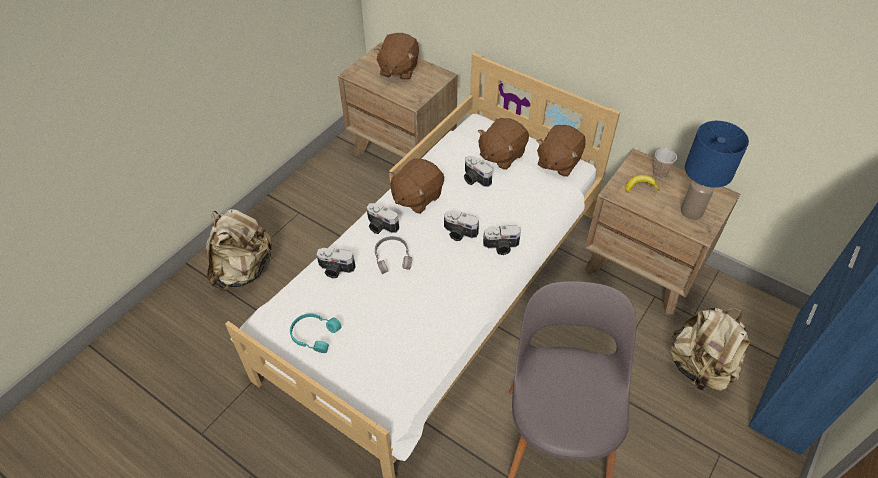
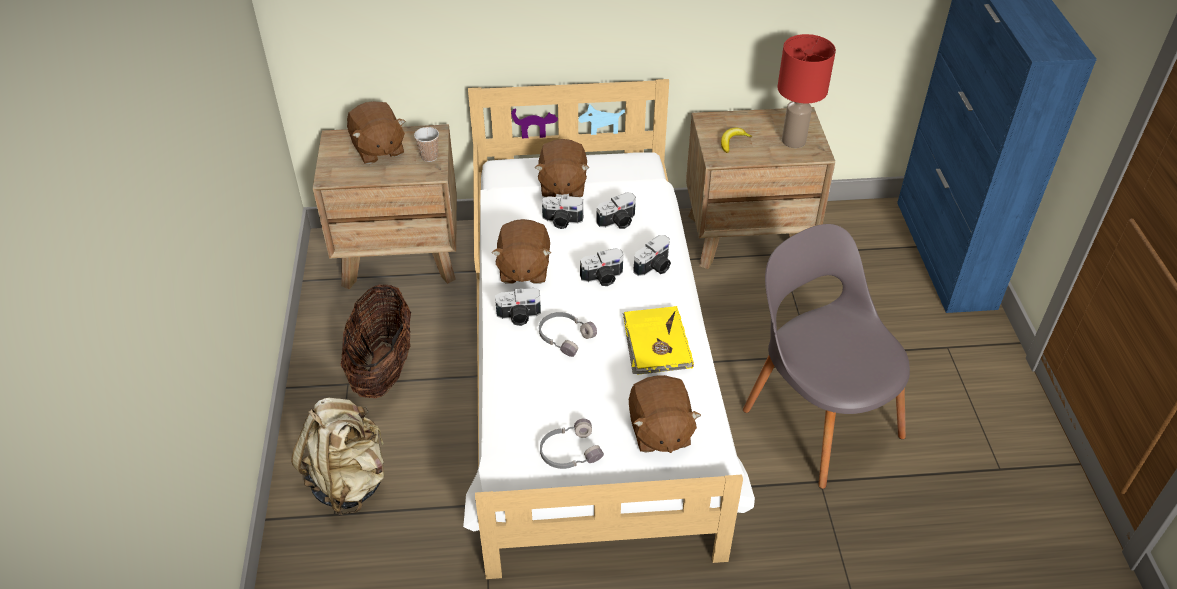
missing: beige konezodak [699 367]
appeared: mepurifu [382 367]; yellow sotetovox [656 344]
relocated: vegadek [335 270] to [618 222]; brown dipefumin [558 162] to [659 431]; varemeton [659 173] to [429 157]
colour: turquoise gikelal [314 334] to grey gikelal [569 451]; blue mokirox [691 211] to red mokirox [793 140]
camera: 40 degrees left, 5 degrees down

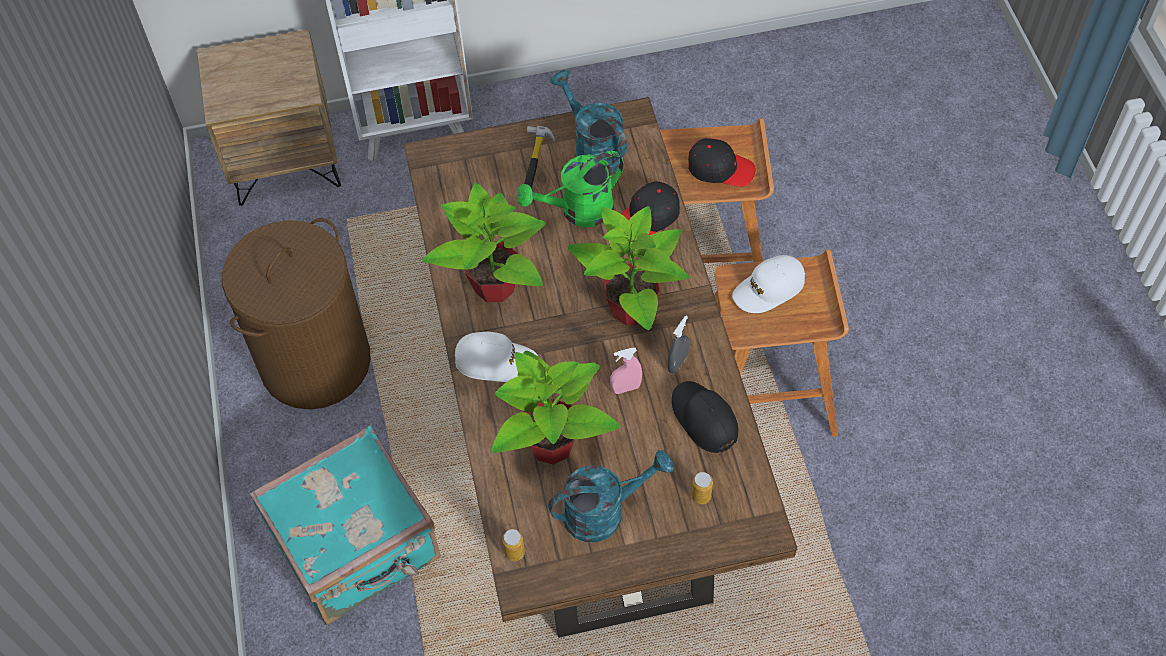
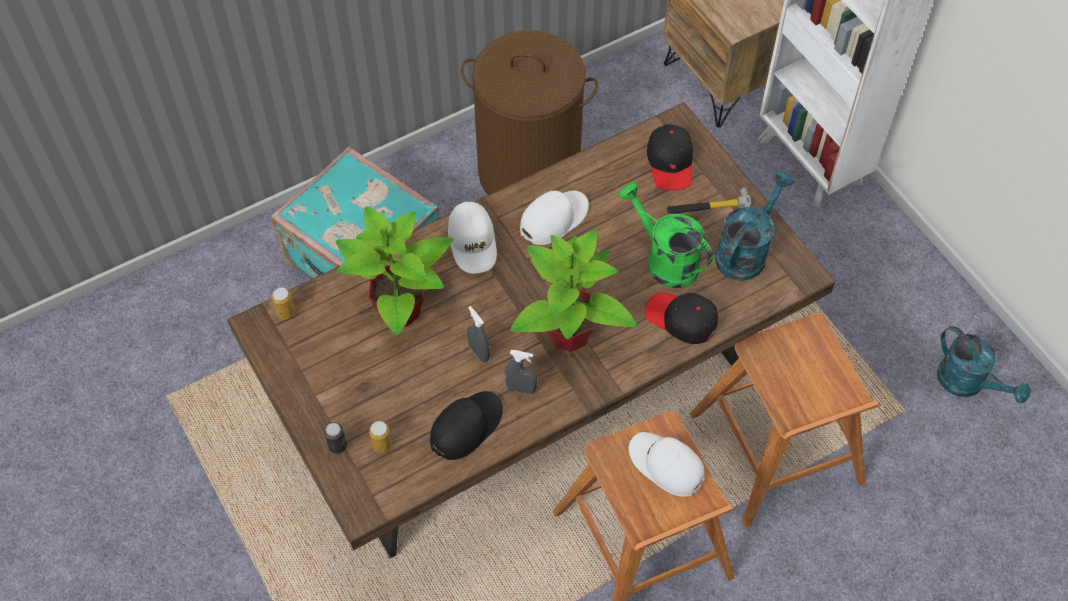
appeared: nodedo [337 446]
relocated: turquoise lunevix [604 511] to [968 383]; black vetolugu [720 168] to [670 163]
exchanged: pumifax [496 286] to white vetolugu [554 219]
colour: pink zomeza [626 388] to grey zomeza [479 352]
camera: 70 degrees right, 0 degrees up

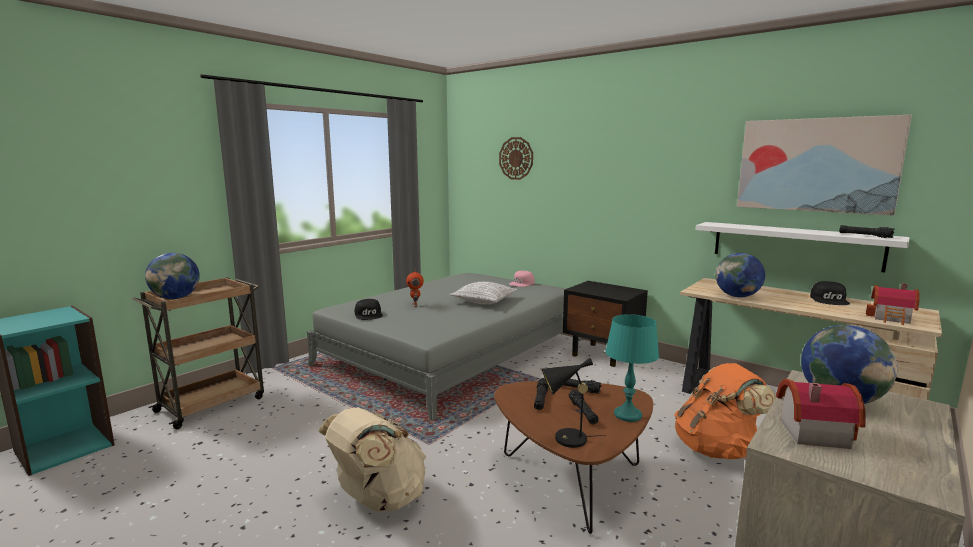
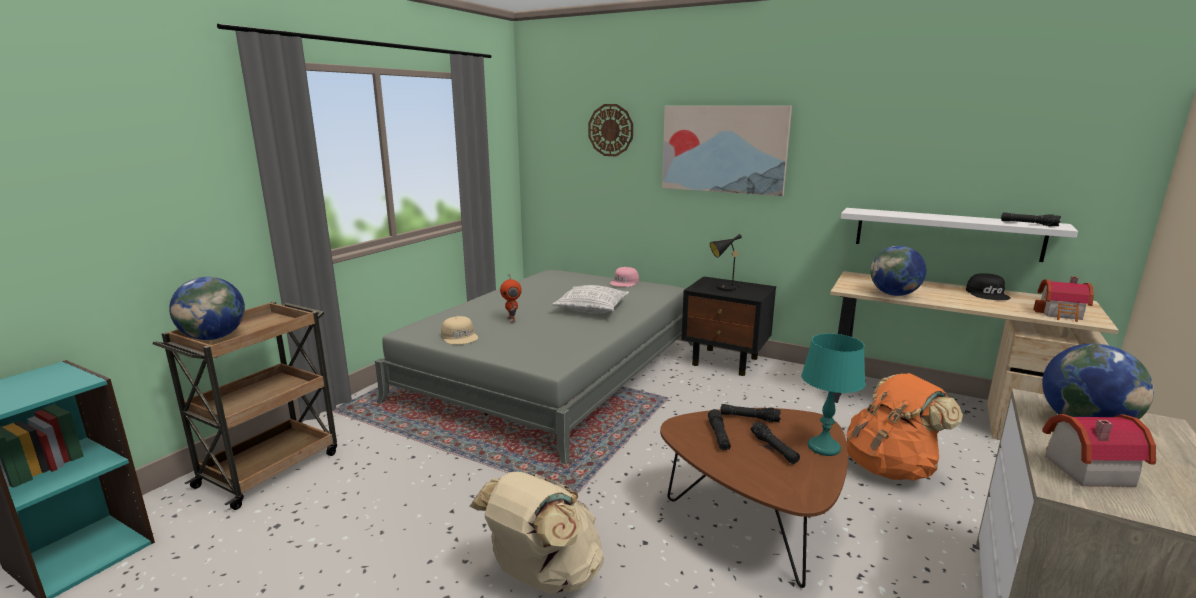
relocated: black mokirox [566 440] to [724 288]; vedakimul [816 165] to [723 149]
colour: black vetolugu [369 315] to beige vetolugu [460 336]
camera: 10 degrees left, 5 degrees up

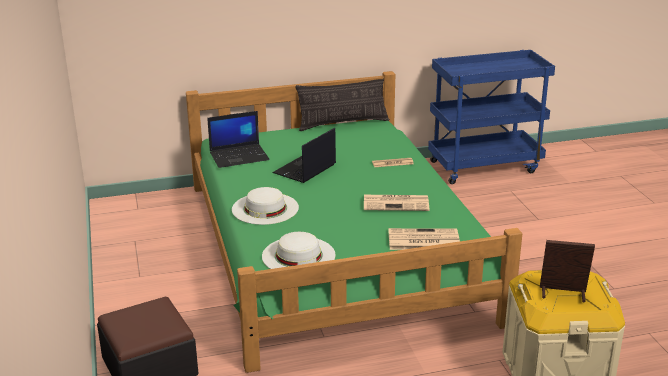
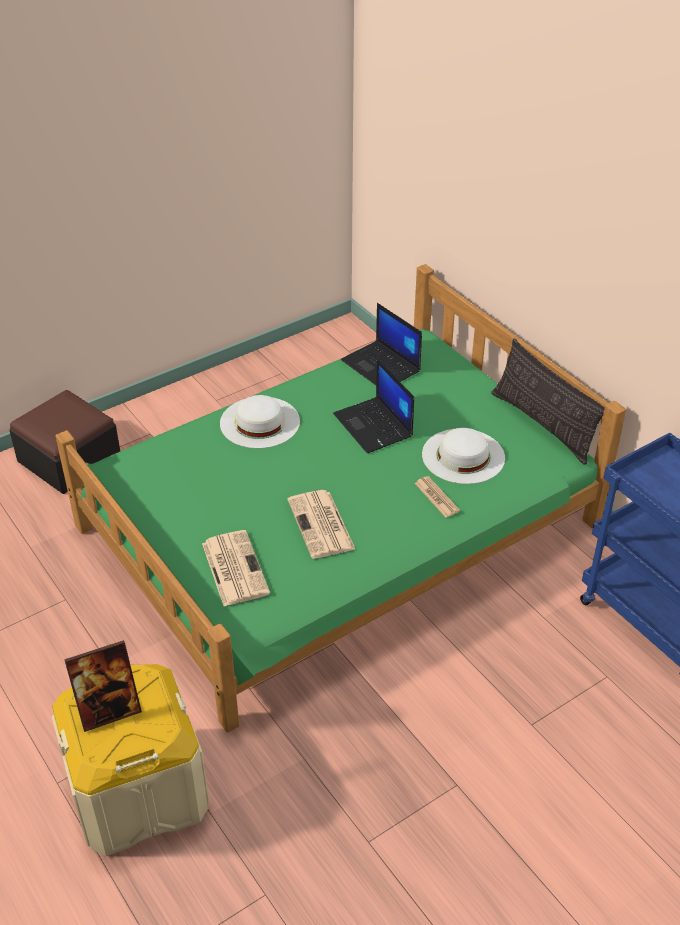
relocated: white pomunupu [298 255] to [463 456]
spun: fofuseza [304 169] = [374 426] 135 degrees counterclockwise; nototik [562 294] = [109 711] 75 degrees clockwise
camera: 70 degrees right, 15 degrees up

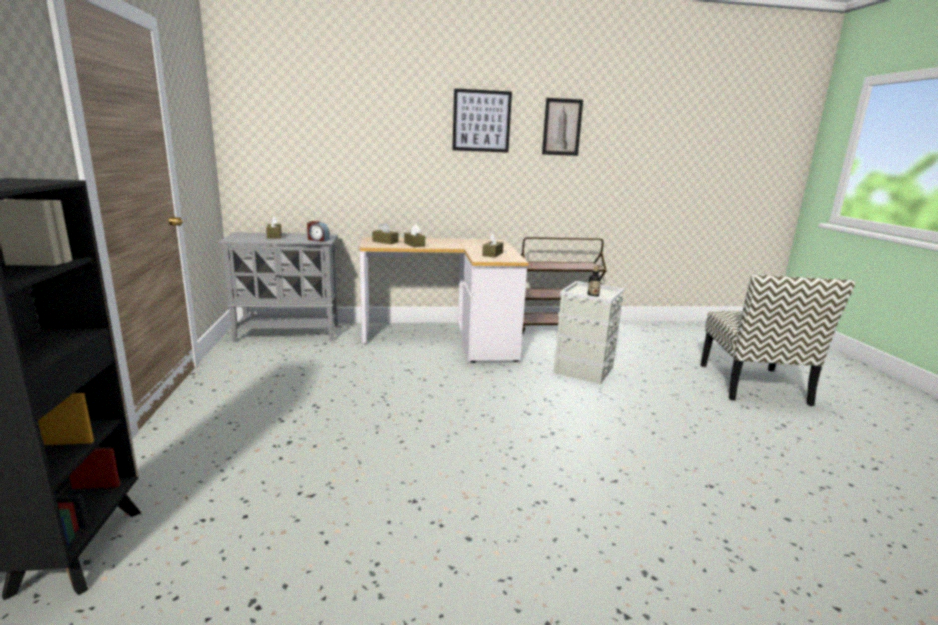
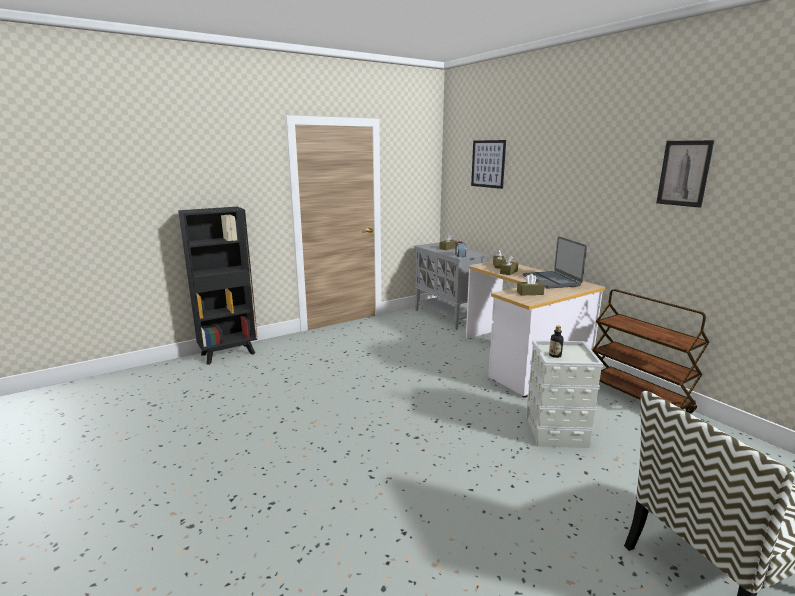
appeared: fofuseza [551 280]
relocated: vedakimul [481 121] to [488 164]
camera: 65 degrees right, 0 degrees up

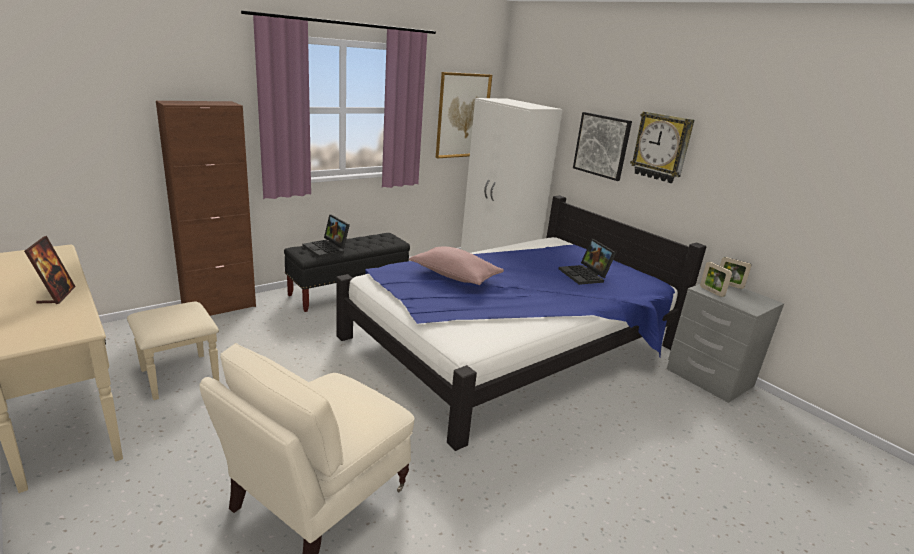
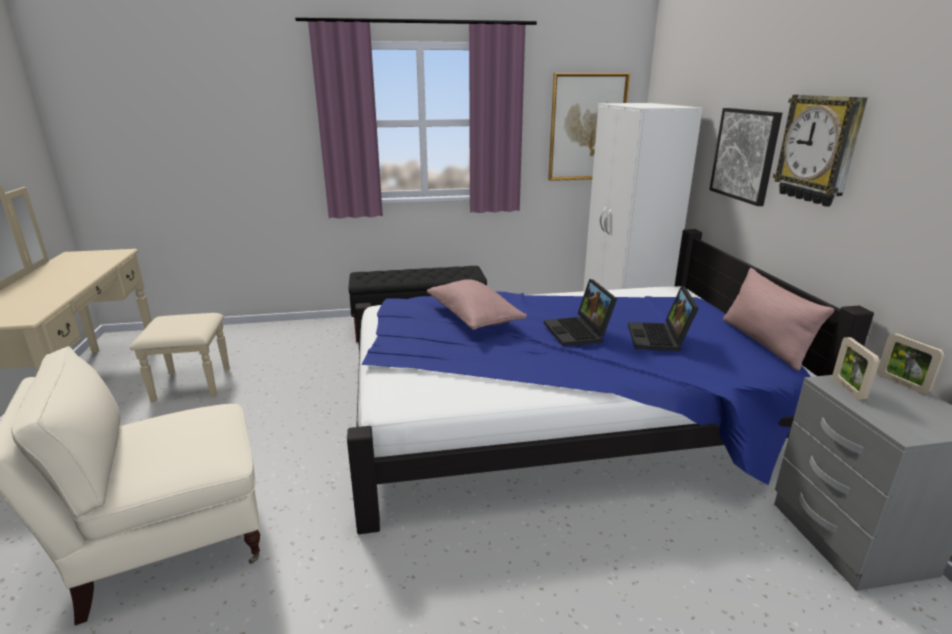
missing: nototik [56 295]; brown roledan [219 308]
appeared: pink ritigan [764 343]
relocated: fofuseza [327 249] to [579 332]
camera: 30 degrees right, 0 degrees up

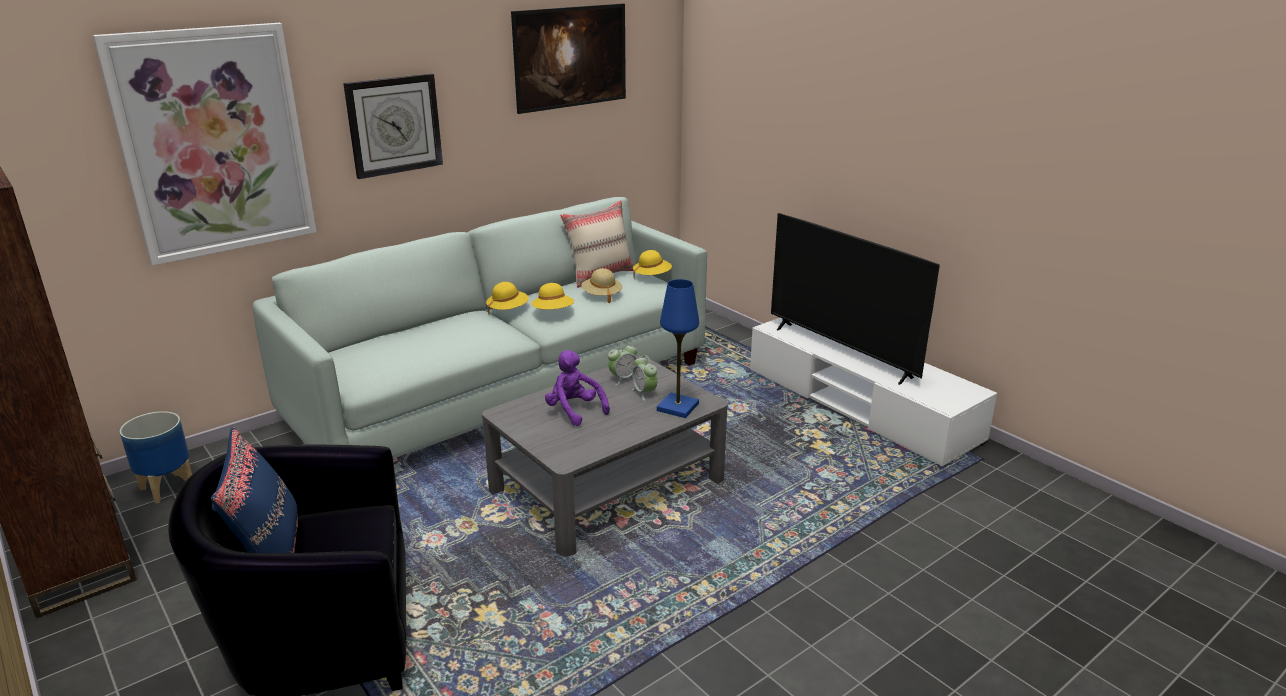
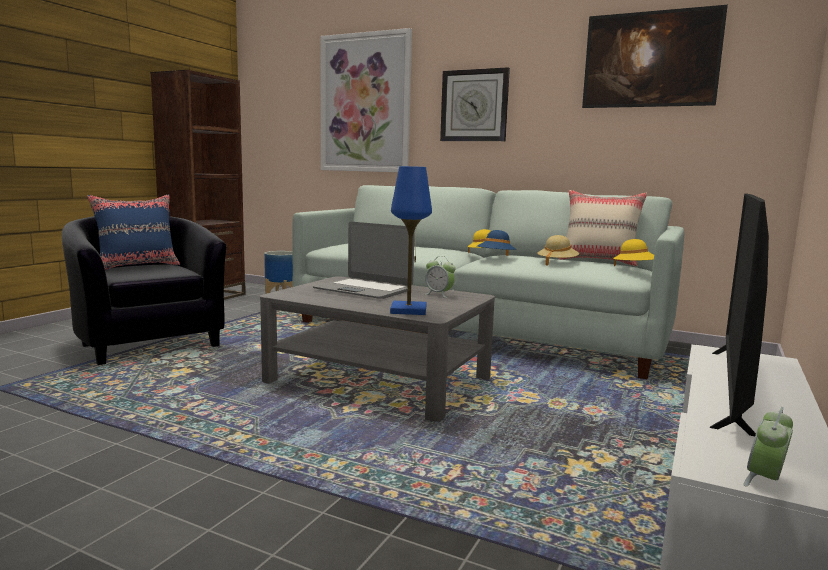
relocated: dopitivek [644 393] to [765 480]
exchanged: purple dipefumin [574 411] to fofuseza [363 290]
colour: yellow pomunupu [553 312] to blue pomunupu [495 257]
camera: 65 degrees right, 15 degrees down

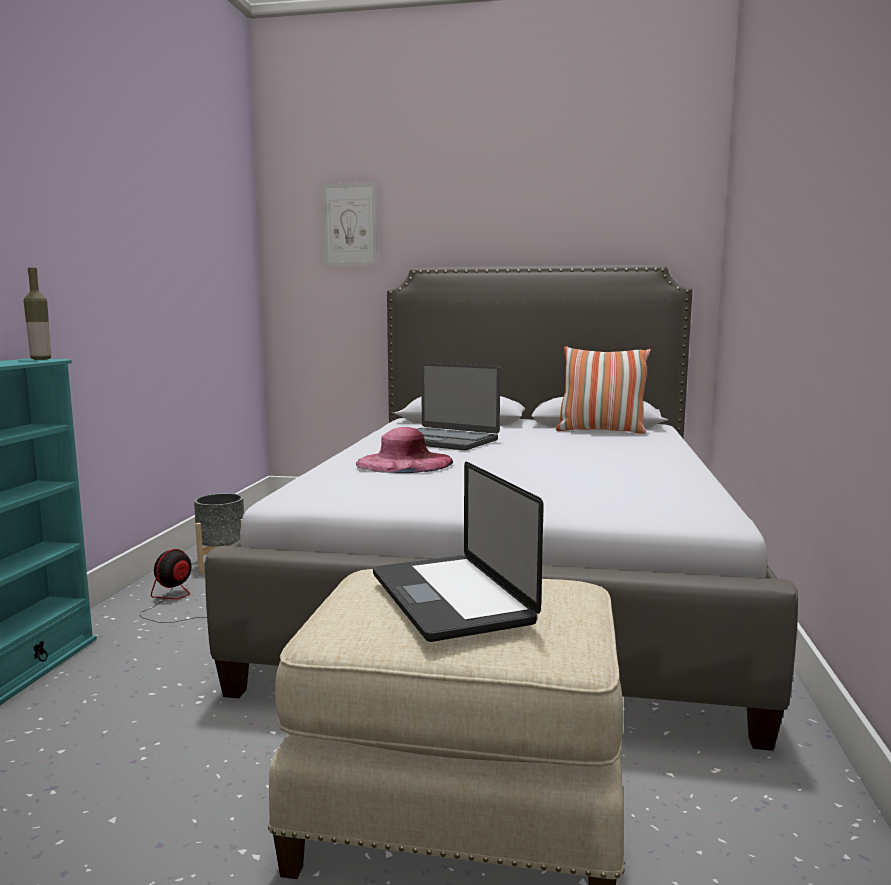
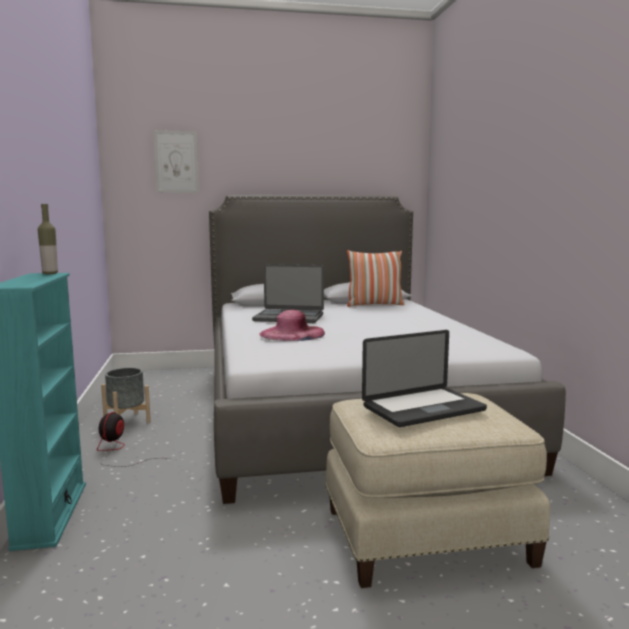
spun: fofuseza [449 598] = [423 408] 75 degrees counterclockwise
camera: 20 degrees left, 0 degrees up

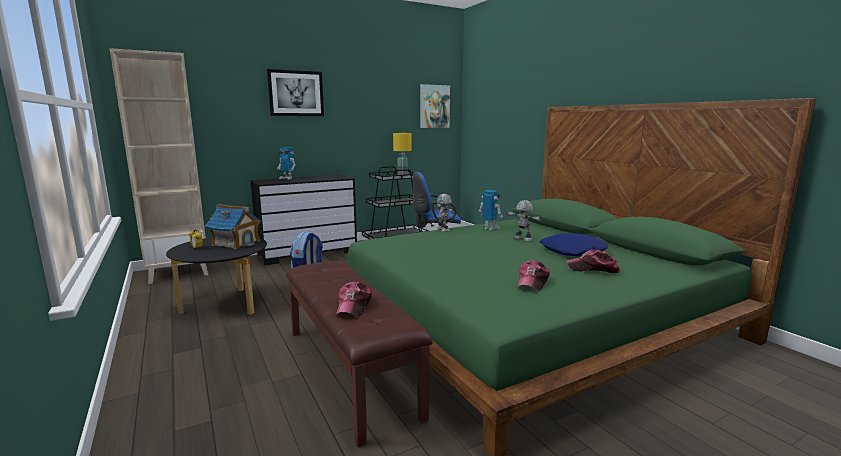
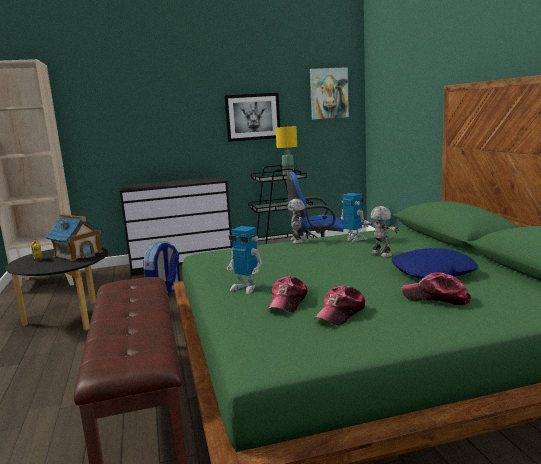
relocated: vedakimul [296 93] to [252 117]; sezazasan [287 178] to [246 288]; vetolugu [354 306] to [288 302]
camera: 15 degrees right, 0 degrees up

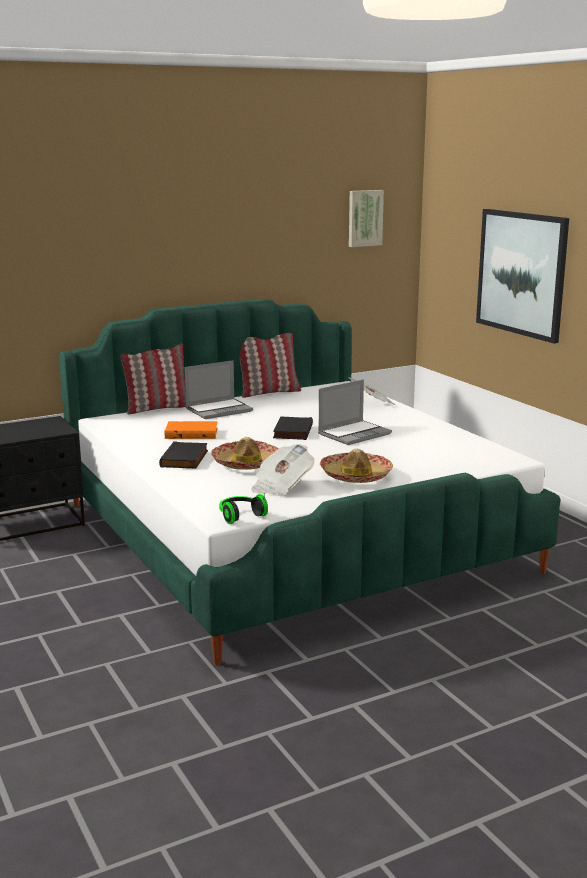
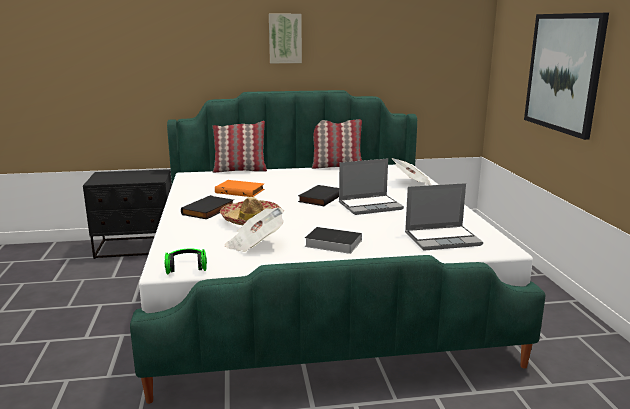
relocated: fofuseza [219 410] to [443 239]; vedakimul [364 218] to [285 38]
exchanged: pomunupu [355 475] to sotetovox [331 243]
camera: 20 degrees right, 0 degrees up

